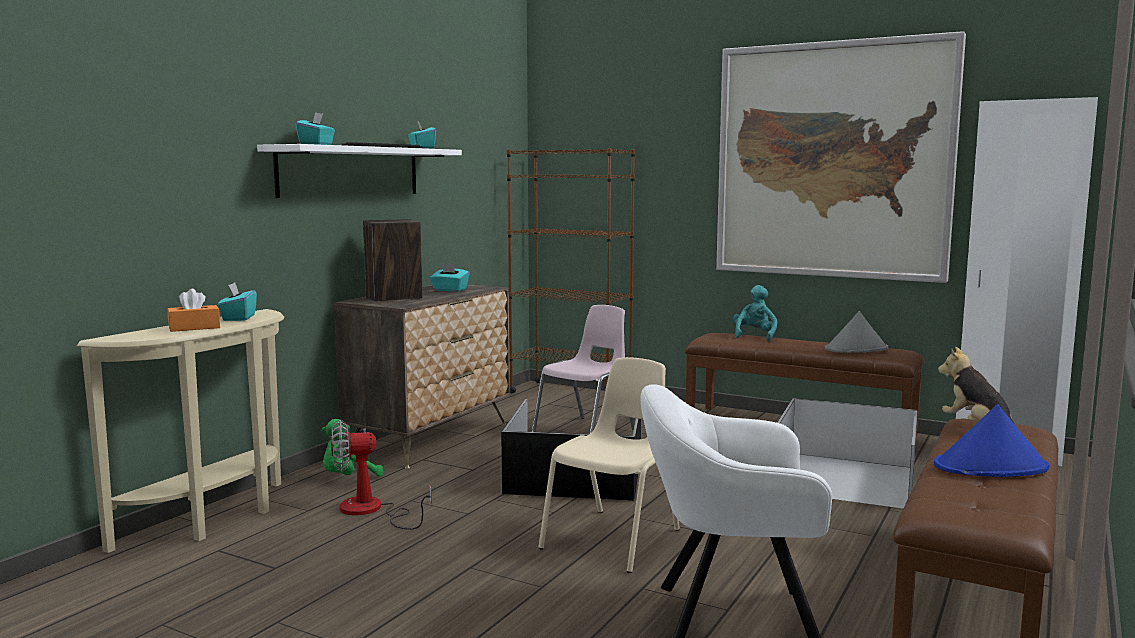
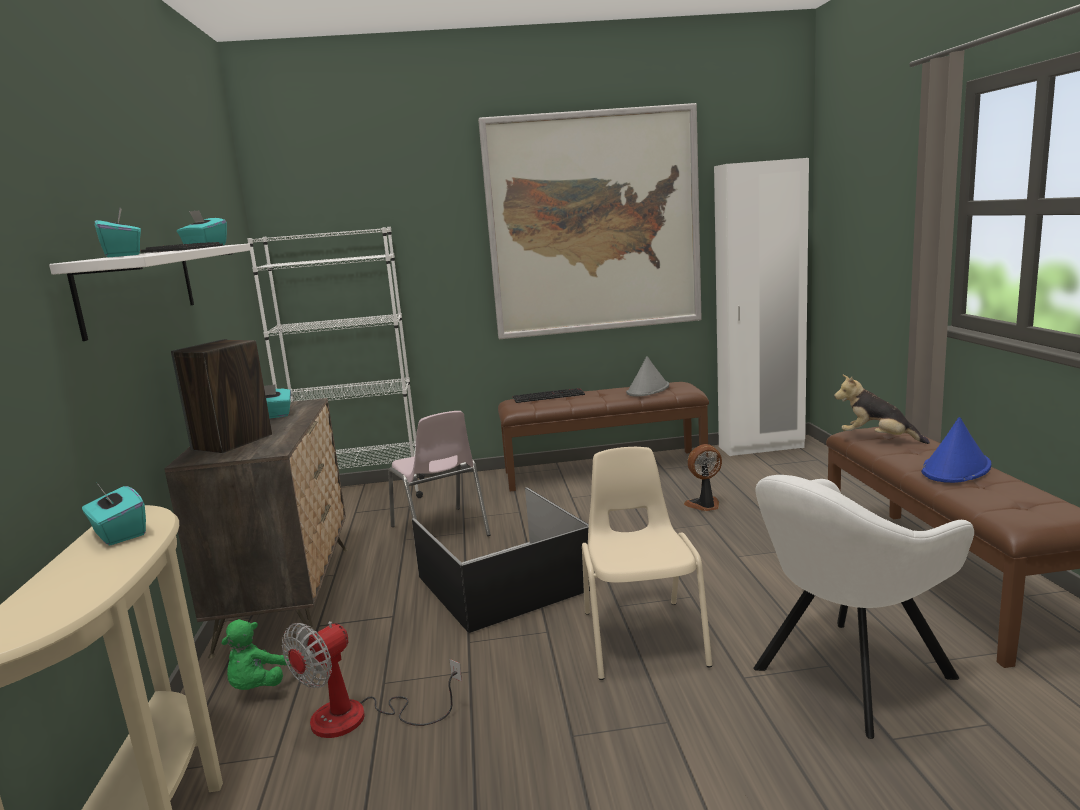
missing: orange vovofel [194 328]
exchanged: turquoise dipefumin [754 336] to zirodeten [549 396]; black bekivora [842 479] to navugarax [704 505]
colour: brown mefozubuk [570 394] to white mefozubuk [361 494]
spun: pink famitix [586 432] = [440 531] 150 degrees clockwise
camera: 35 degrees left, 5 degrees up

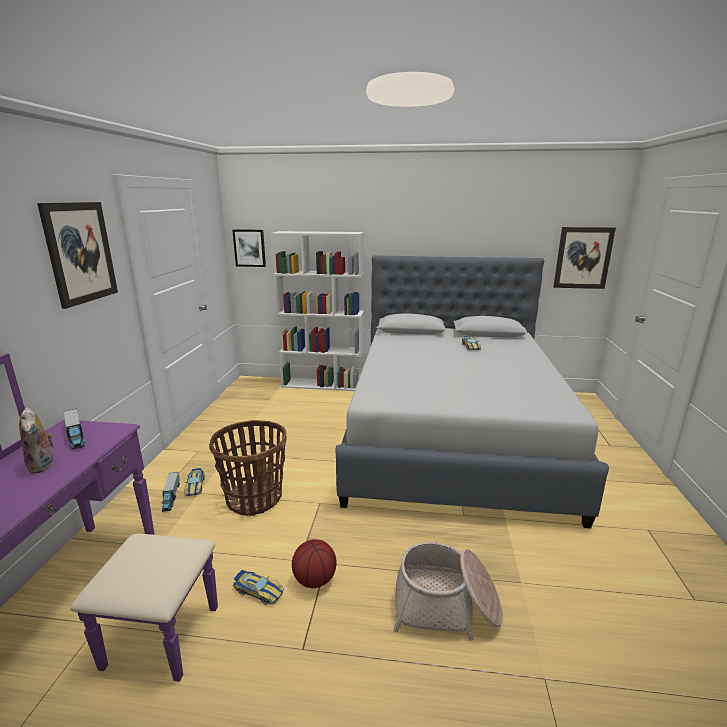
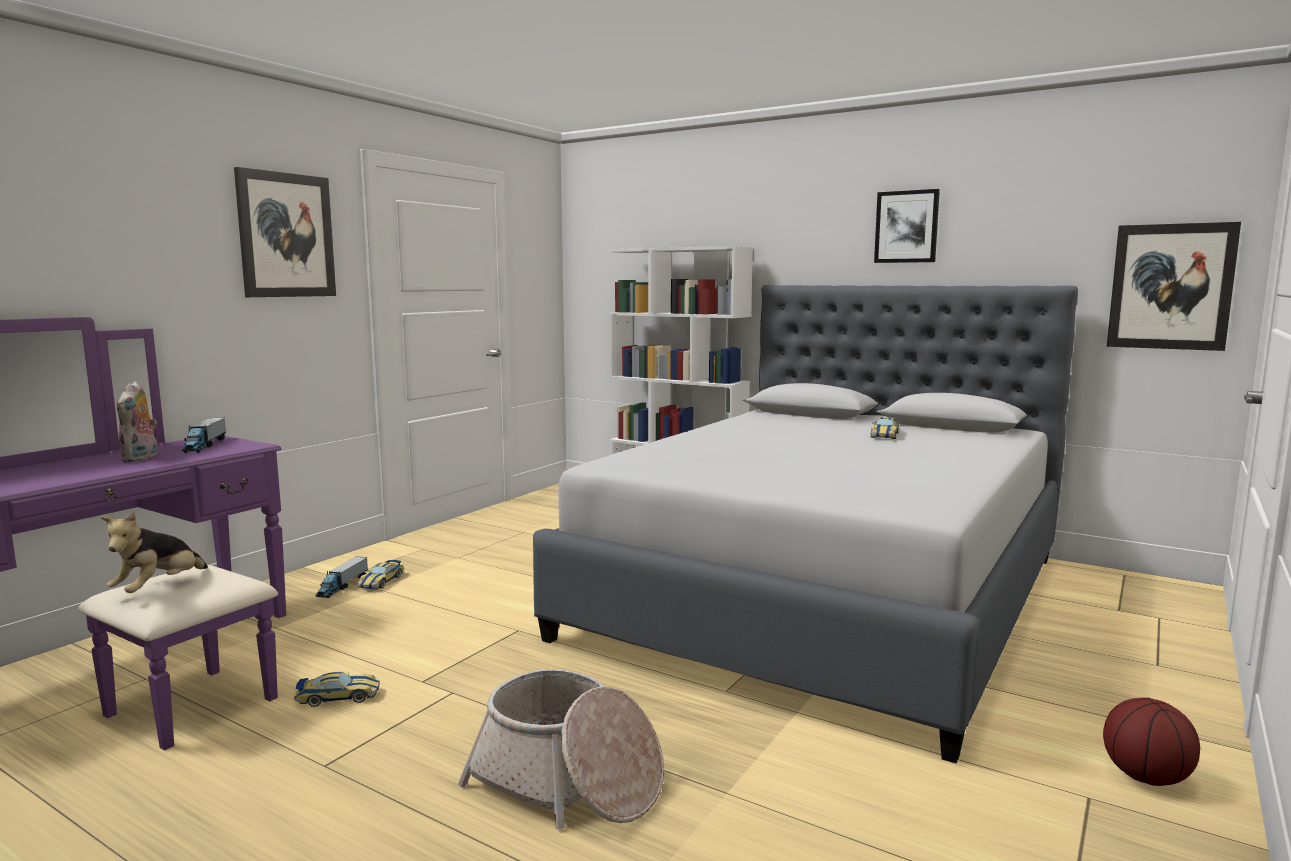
missing: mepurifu [254 499]
appeared: dipefumin [158 588]
relocated: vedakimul [249 248] to [906 227]; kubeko [314 580] to [1145 778]
spun: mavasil [258 591] = [338 697] 60 degrees counterclockwise
camera: 25 degrees right, 10 degrees down

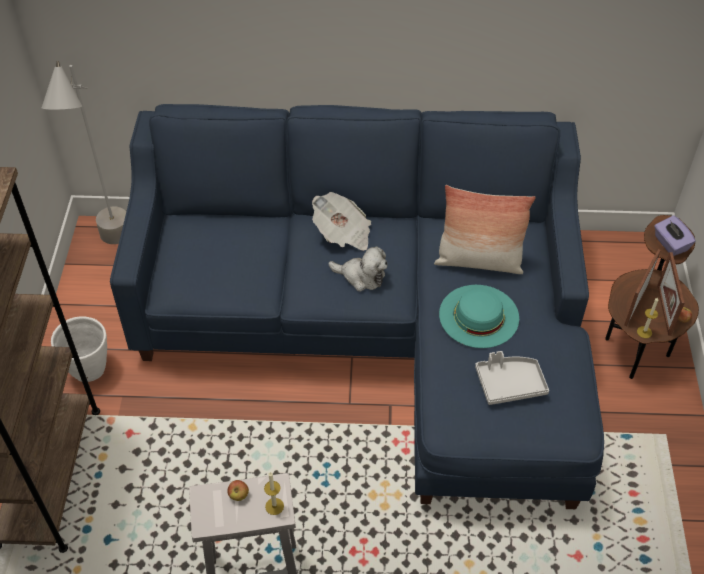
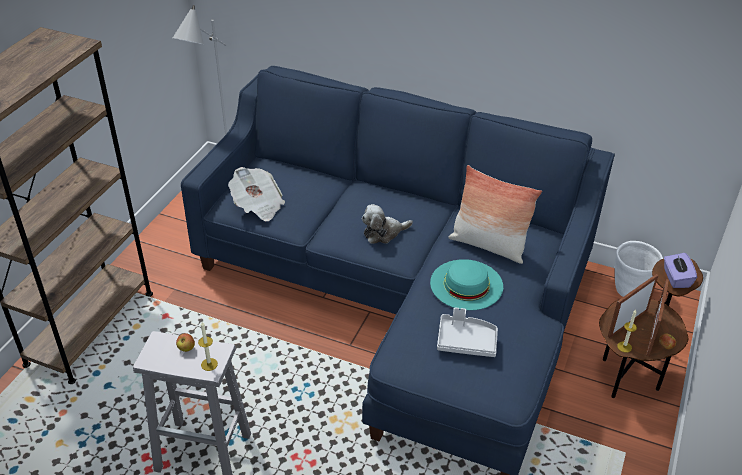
relocated: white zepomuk [90 370] to [630 291]; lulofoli [343 233] to [258 205]
spun: dipefumin [361 276] = [383 233] 120 degrees clockwise
camera: 20 degrees right, 10 degrees down

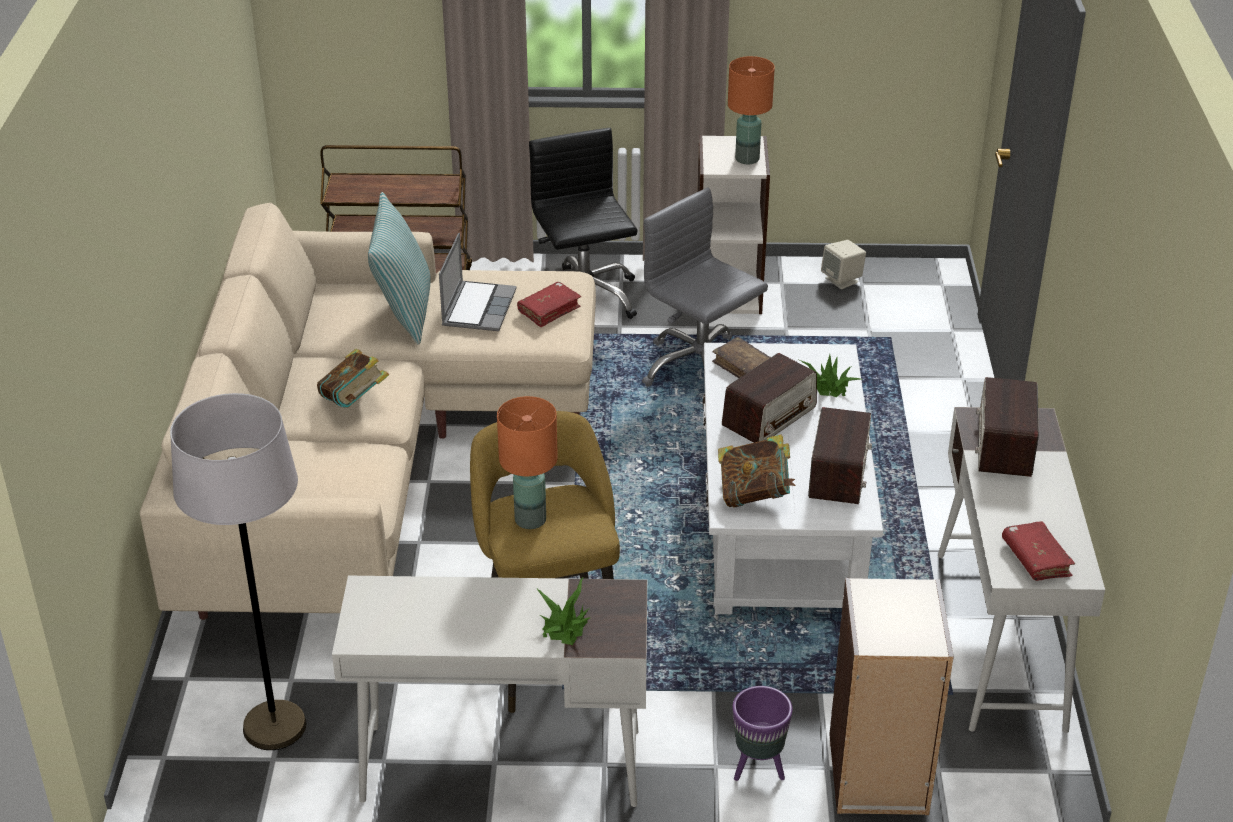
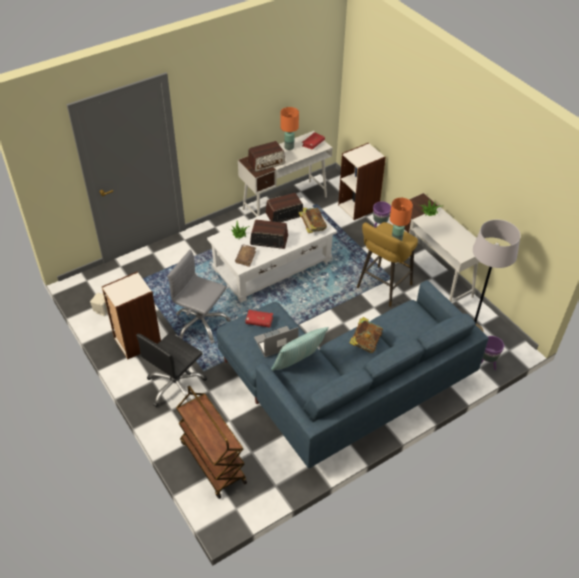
appeared: purple zepomuk [486 364]
relocated: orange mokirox [747 159] to [289 147]
colour: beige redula [364 467] to blue redula [344 389]
spun: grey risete [700 369] = [201 324] 105 degrees clockwise
camera: 125 degrees left, 10 degrees up

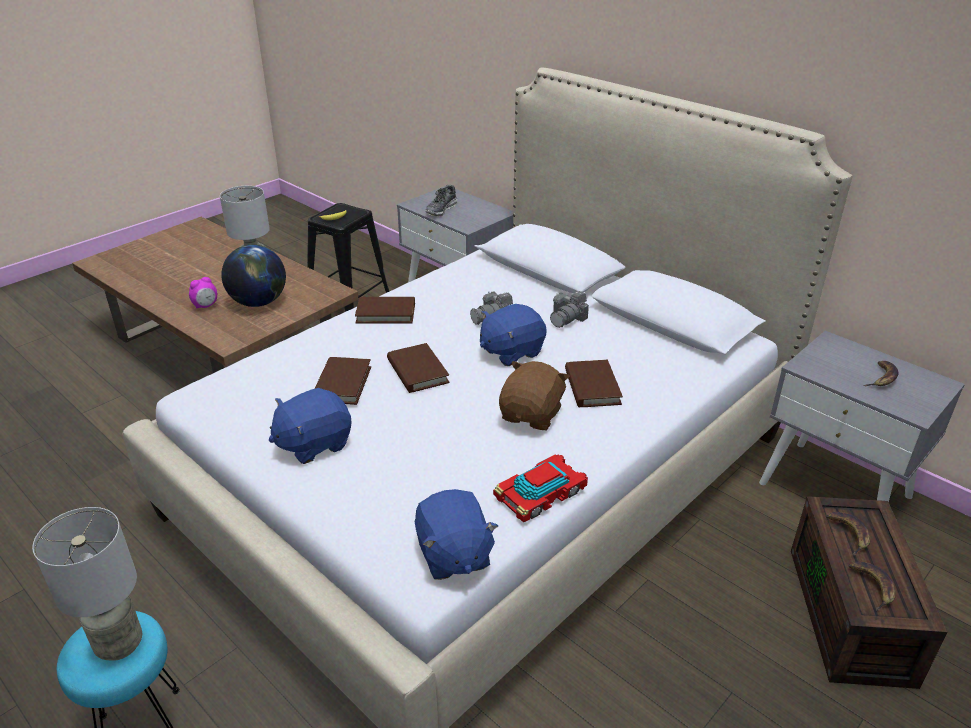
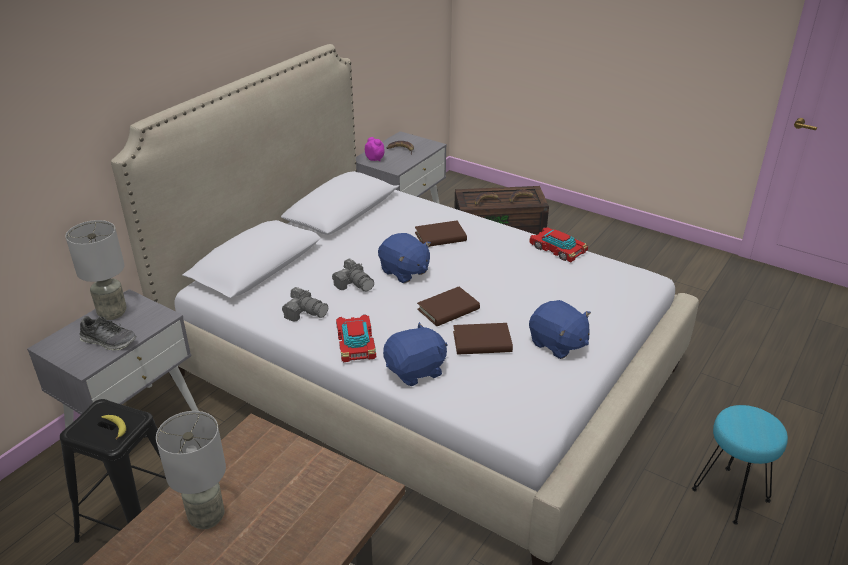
missing: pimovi [258 302]; brown dipefumin [532 415]
relocated: grey mokirox [119 644] to [112 313]; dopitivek [206 306] to [375 159]; blue dipefumin [453 555] to [416 371]; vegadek [567 318] to [305 312]
exchanged: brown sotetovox [386 313] to mavasil [356 343]
camera: 100 degrees left, 0 degrees up

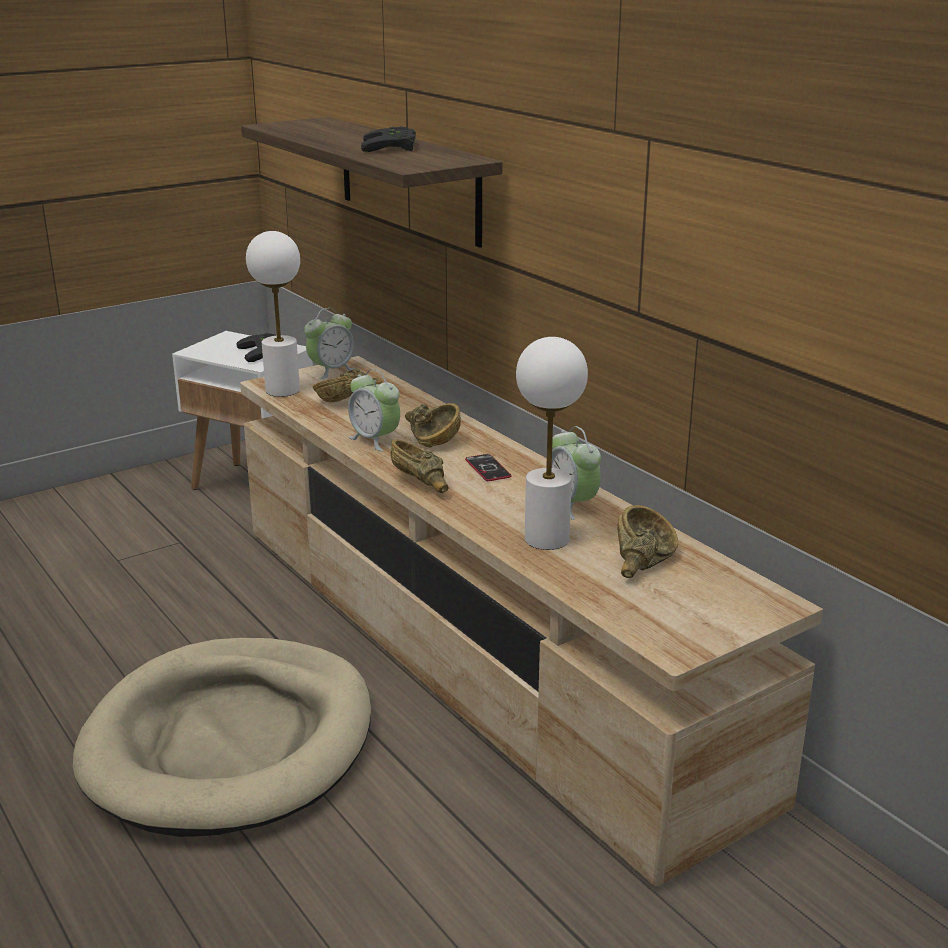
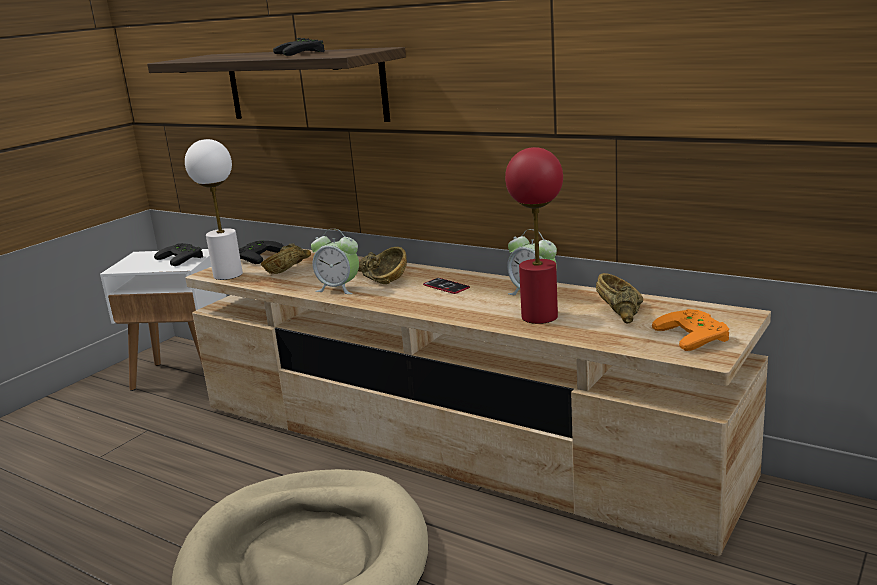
missing: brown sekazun [425 482]
appeared: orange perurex [696 335]
exchanged: dopitivek [331 371] to black perurex [255 256]
colour: white mokirox [546 539] to red mokirox [539 317]
camera: 20 degrees left, 5 degrees down

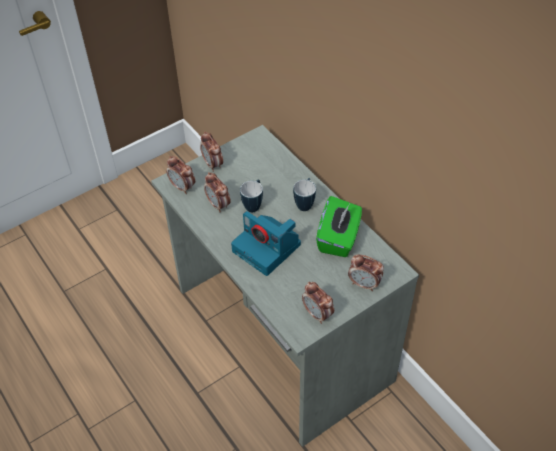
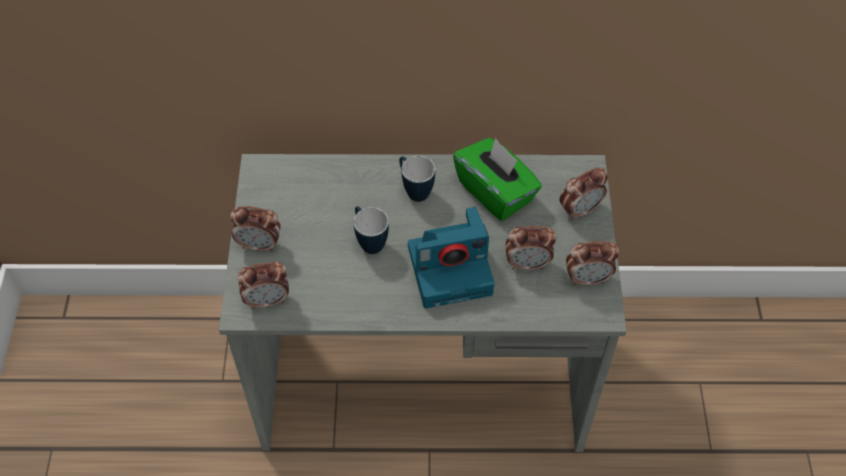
relocated: dopitivek [218 205] to [527 264]
camera: 55 degrees left, 5 degrees up

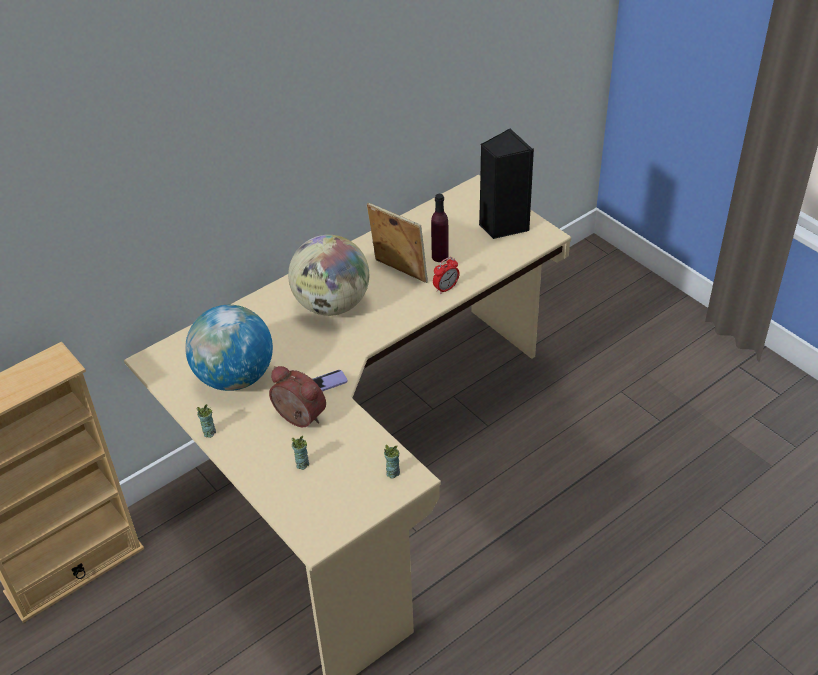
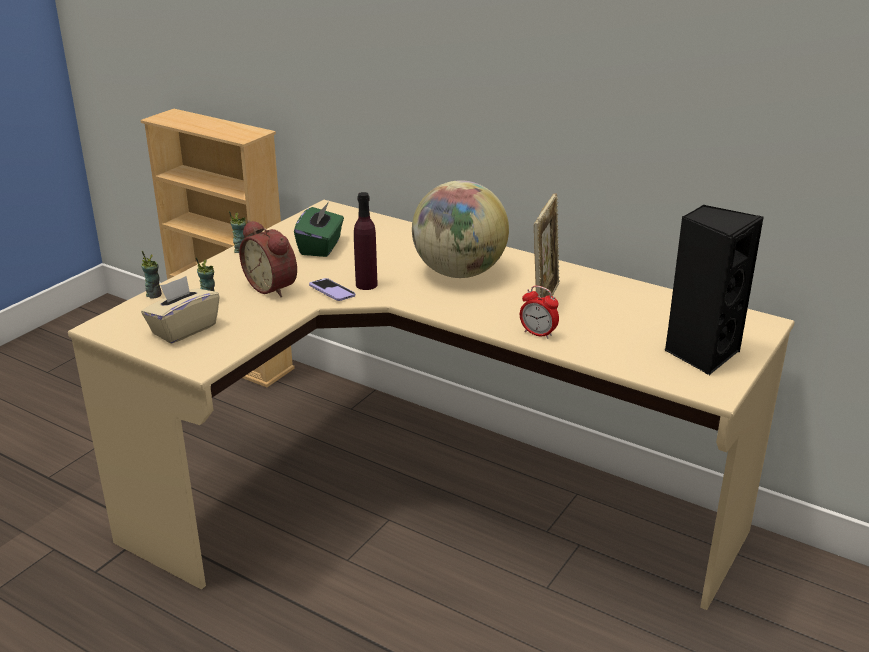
appeared: beige vovofel [183 329]
relocated: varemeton [392 472] to [154 295]; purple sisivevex [440 256] to [366 285]
exchanged: pimovi [234 377] to green vovofel [321 247]
spun: dopitivek [298 418] = [273 287] 120 degrees clockwise
camera: 70 degrees right, 15 degrees down

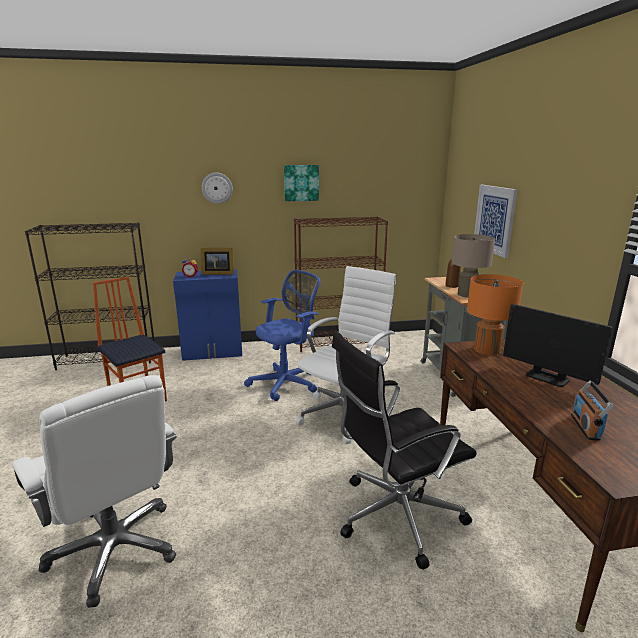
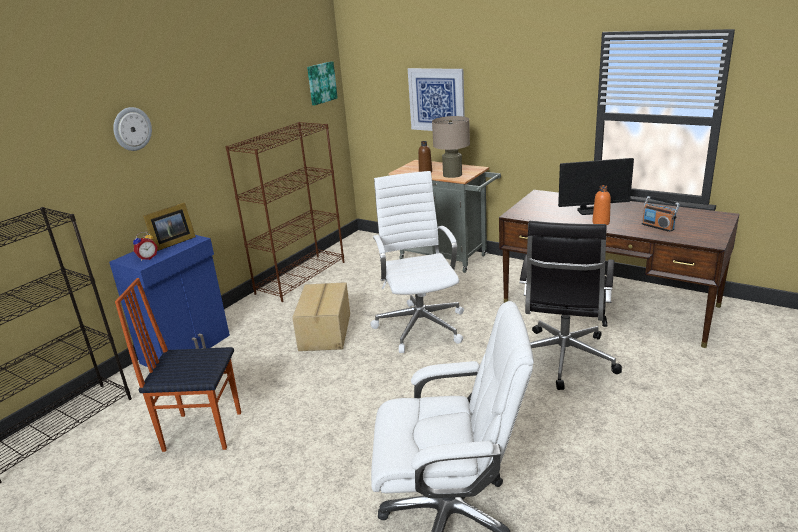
missing: orange mokirox [487 349]
appeared: orange sisivevex [600 223]
relocated: vedakimul [301 183] to [321 83]
exchanged: blue risete [287 383] to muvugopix [326 331]
camera: 45 degrees left, 5 degrees up

